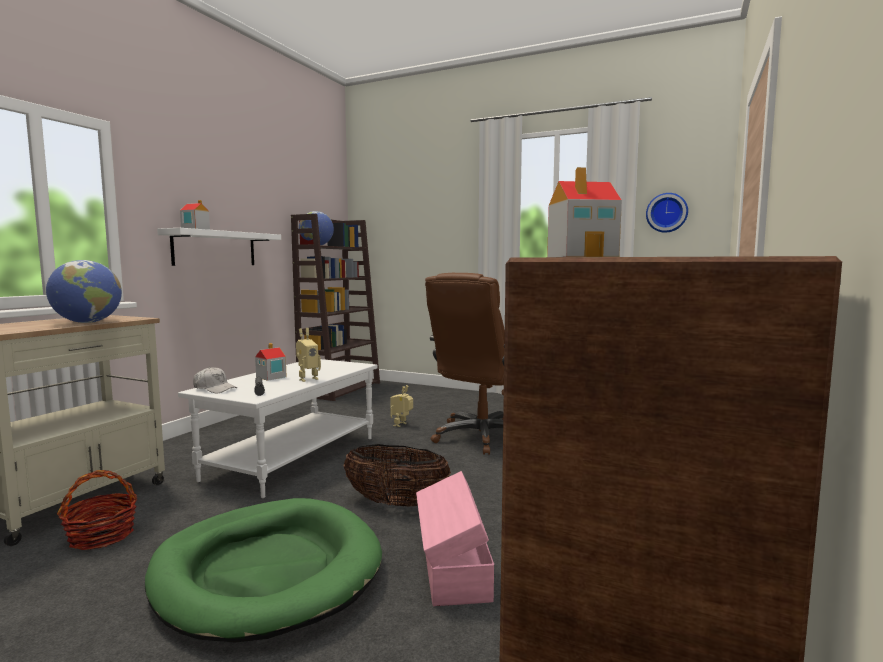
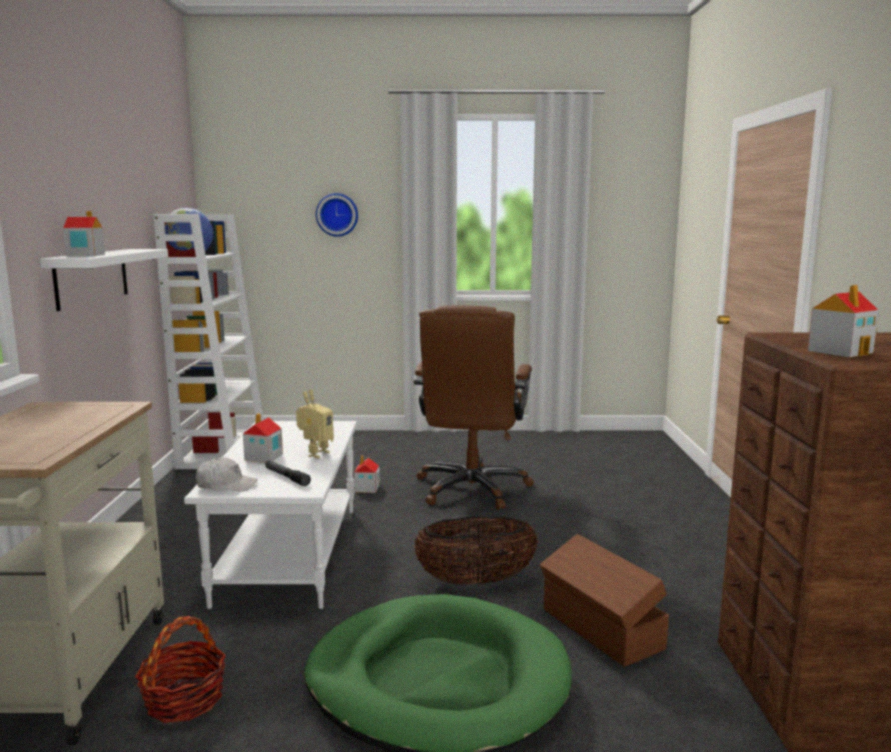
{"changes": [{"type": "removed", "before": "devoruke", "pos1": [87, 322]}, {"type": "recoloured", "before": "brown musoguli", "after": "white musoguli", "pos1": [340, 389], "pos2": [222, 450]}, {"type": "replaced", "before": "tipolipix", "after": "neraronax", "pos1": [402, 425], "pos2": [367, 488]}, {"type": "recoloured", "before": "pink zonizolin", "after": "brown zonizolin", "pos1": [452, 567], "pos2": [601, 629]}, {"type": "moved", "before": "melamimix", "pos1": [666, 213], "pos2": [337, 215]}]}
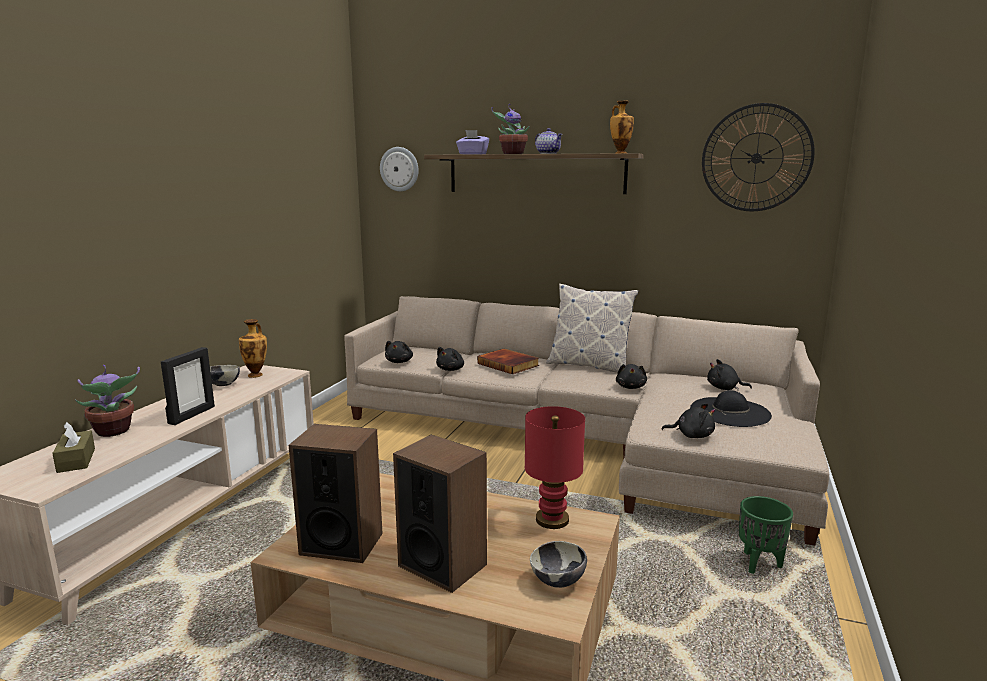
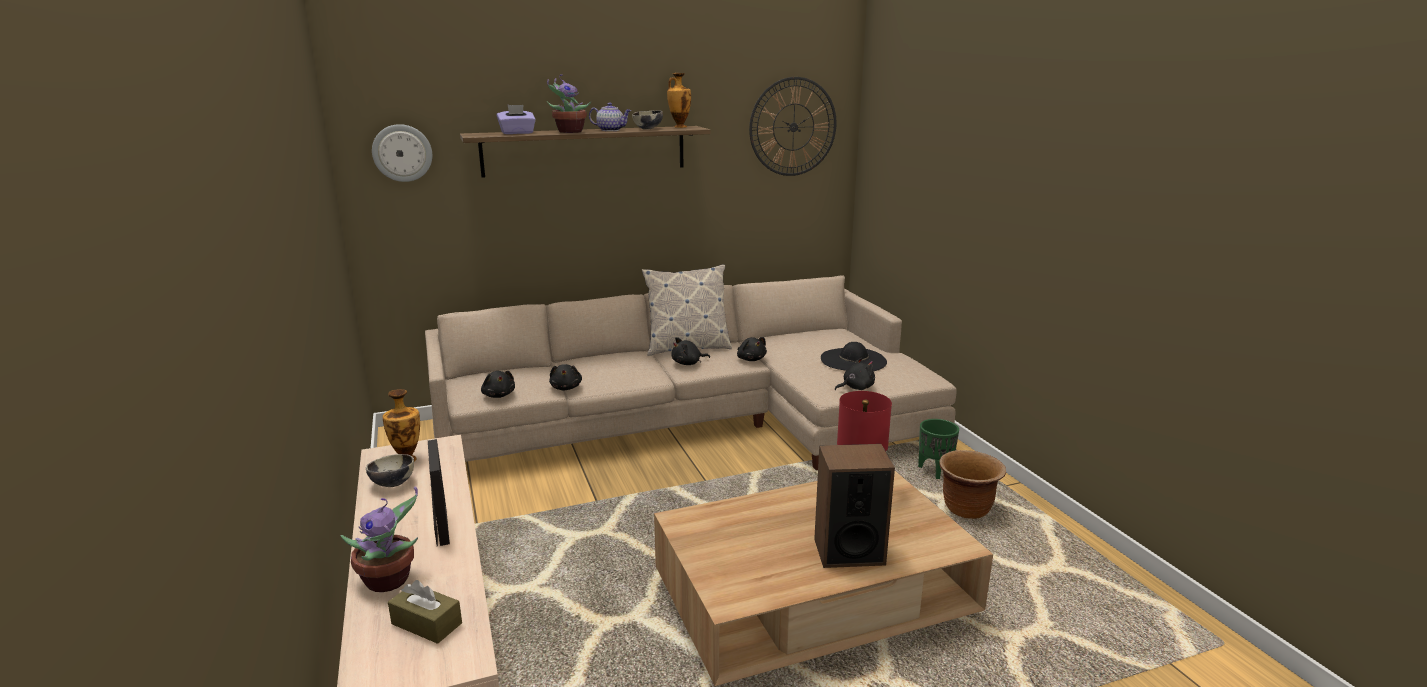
{"changes": [{"type": "removed", "before": "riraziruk", "pos1": [341, 543]}, {"type": "removed", "before": "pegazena", "pos1": [509, 364]}, {"type": "moved", "before": "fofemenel", "pos1": [558, 582], "pos2": [648, 129]}, {"type": "moved", "before": "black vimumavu", "pos1": [724, 388], "pos2": [688, 363]}, {"type": "added", "after": "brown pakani", "pos2": [966, 510]}]}
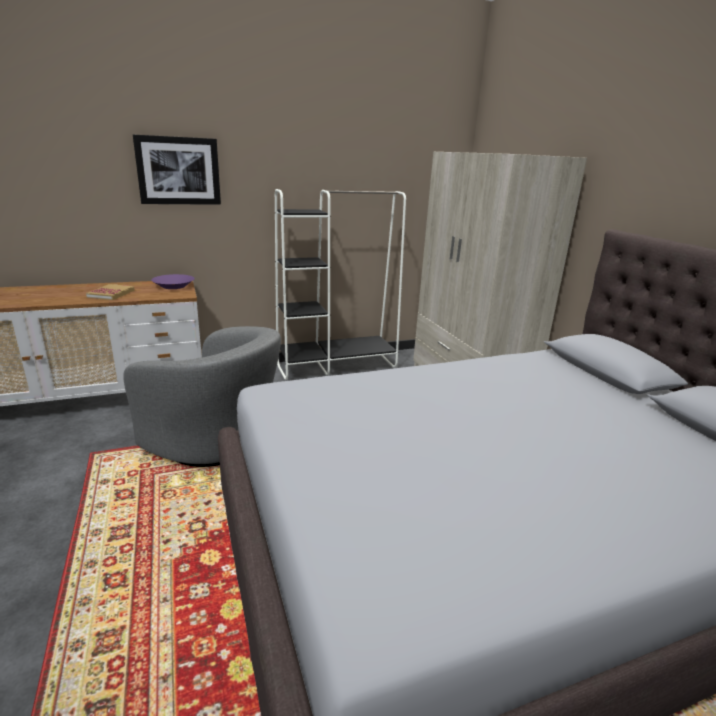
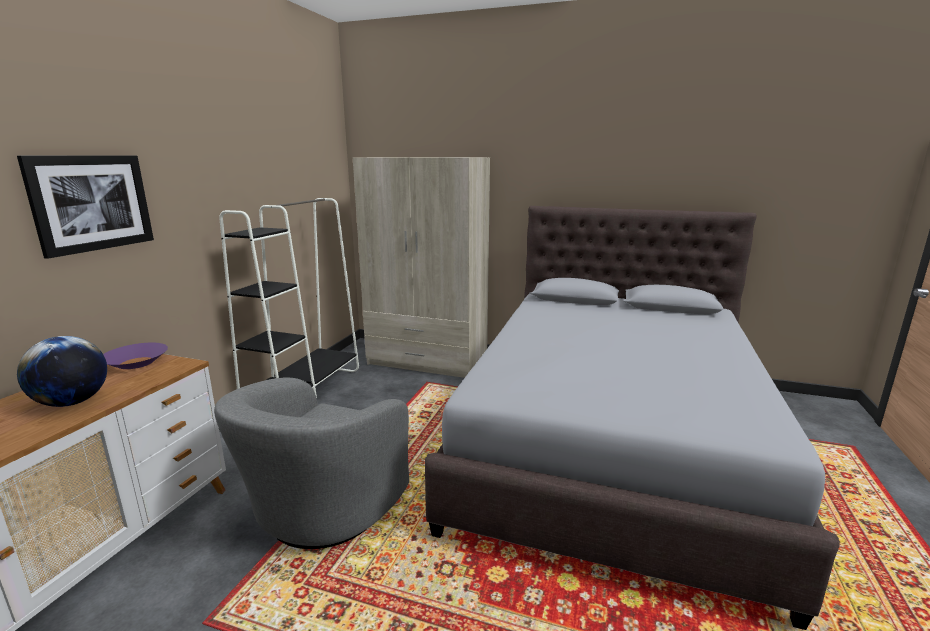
{"changes": [{"type": "replaced", "before": "pegazena", "after": "devoruke", "pos1": [111, 294], "pos2": [72, 402]}, {"type": "turned", "before": "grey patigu", "pos1": [215, 442], "pos2": [324, 511], "turn": 135}]}
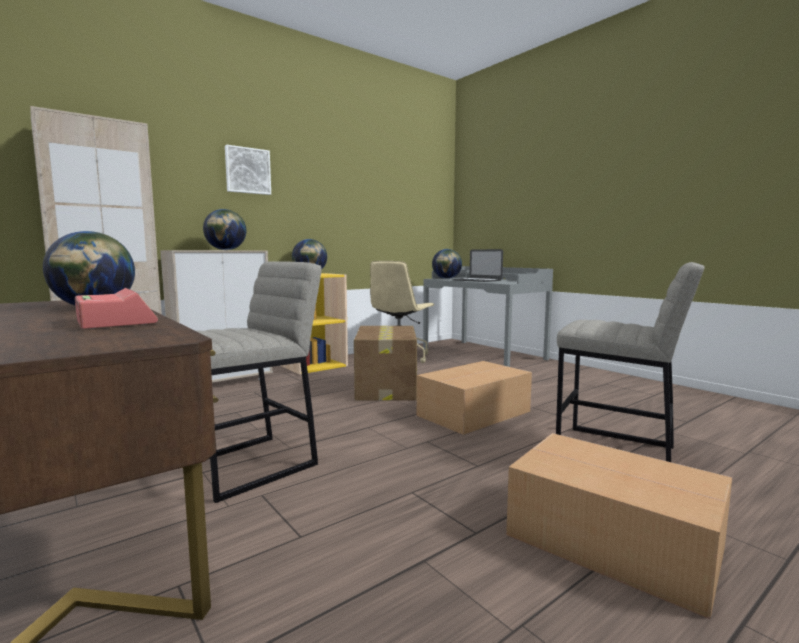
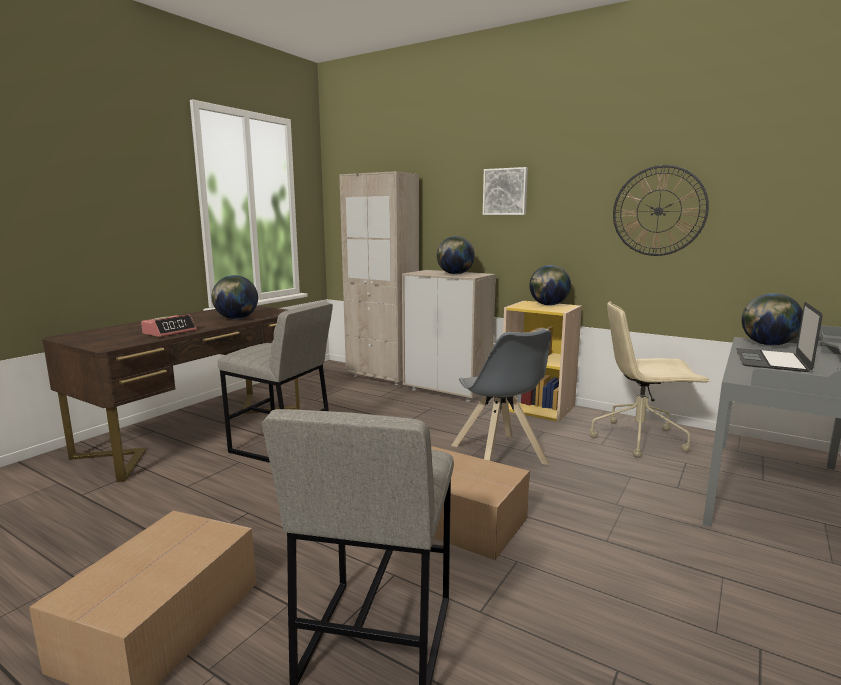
{"changes": [{"type": "replaced", "before": "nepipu", "after": "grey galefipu", "pos1": [386, 388], "pos2": [499, 456]}, {"type": "added", "after": "melamimix", "pos2": [658, 211]}]}
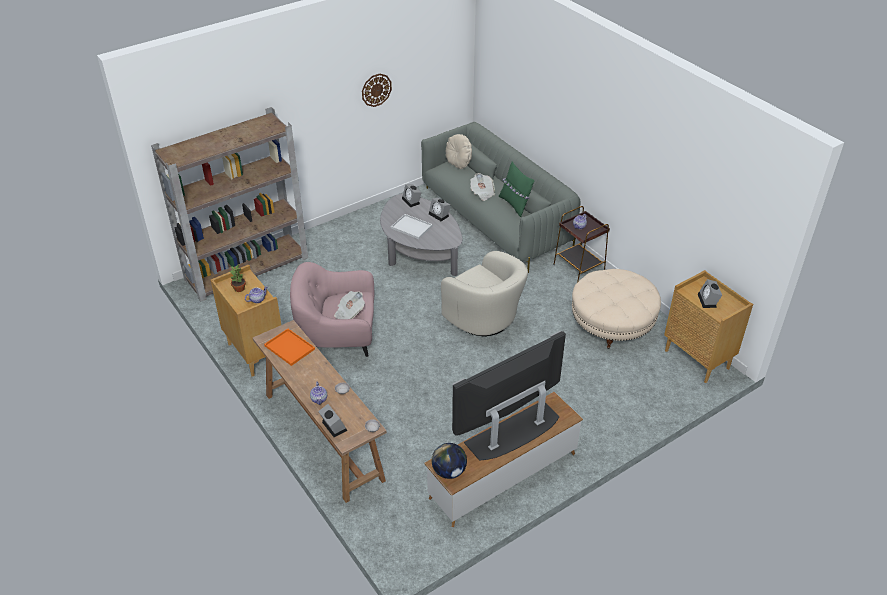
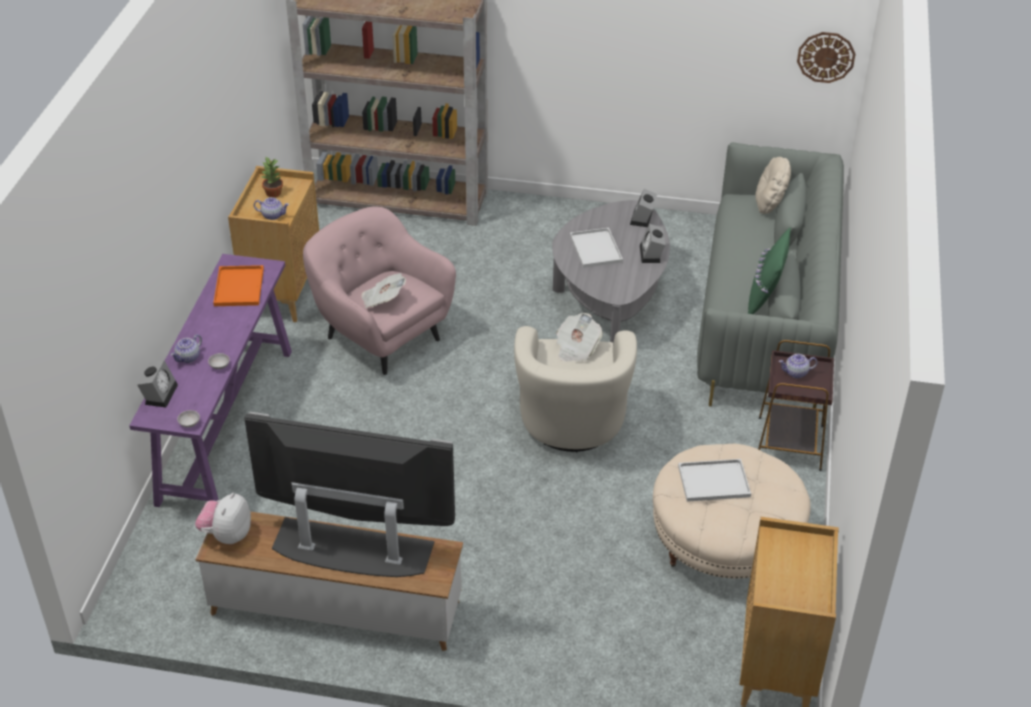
{"changes": [{"type": "recoloured", "before": "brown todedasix", "after": "purple todedasix", "pos1": [322, 435], "pos2": [227, 423]}, {"type": "moved", "before": "melamimix", "pos1": [376, 90], "pos2": [826, 57]}, {"type": "replaced", "before": "devoruke", "after": "vimumavu", "pos1": [449, 471], "pos2": [227, 535]}, {"type": "moved", "before": "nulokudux", "pos1": [482, 193], "pos2": [576, 348]}, {"type": "removed", "before": "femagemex", "pos1": [708, 301]}, {"type": "added", "after": "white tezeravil", "pos2": [712, 482]}]}
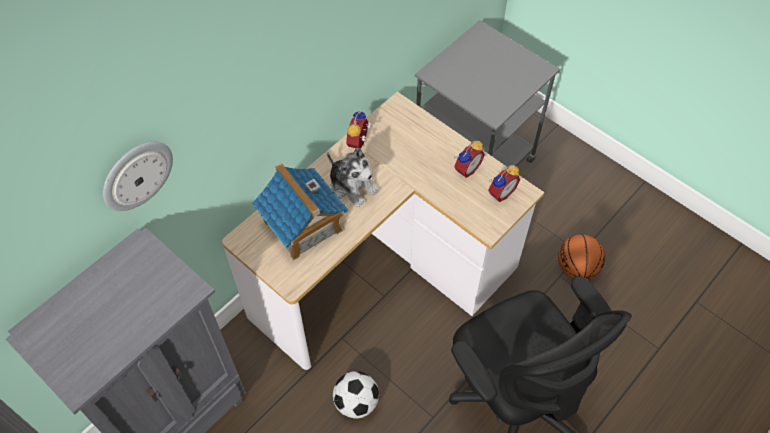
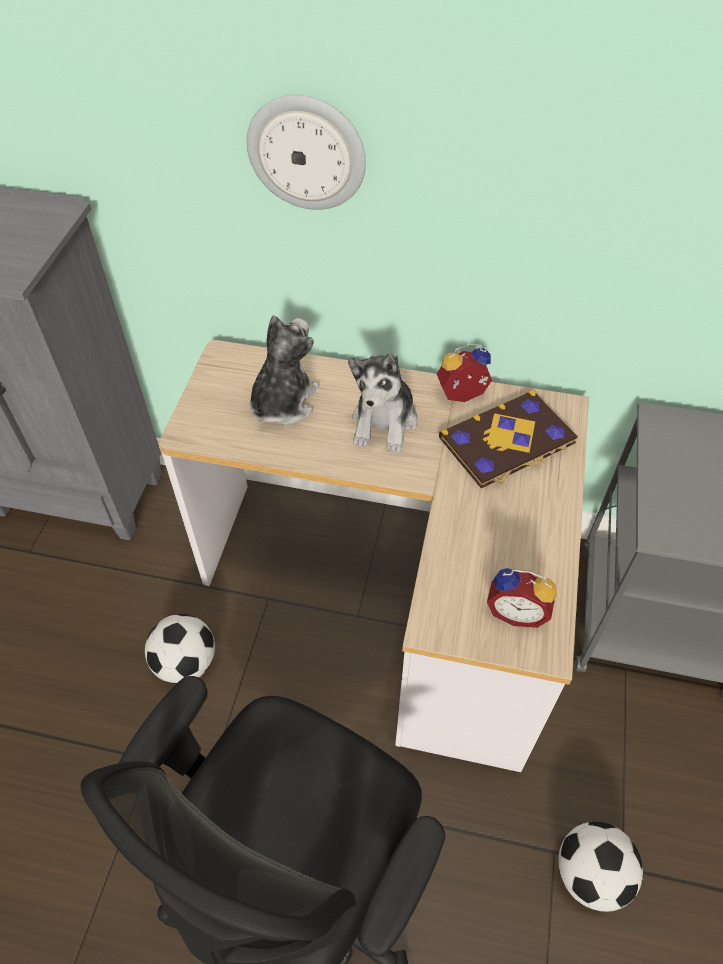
{"changes": [{"type": "moved", "before": "melamimix", "pos1": [136, 174], "pos2": [307, 153]}, {"type": "replaced", "before": "neraronax", "after": "vimumavu", "pos1": [303, 226], "pos2": [283, 402]}, {"type": "removed", "before": "femagemex", "pos1": [466, 168]}, {"type": "replaced", "before": "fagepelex", "after": "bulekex", "pos1": [577, 268], "pos2": [590, 874]}, {"type": "added", "after": "pegazena", "pos2": [508, 442]}]}
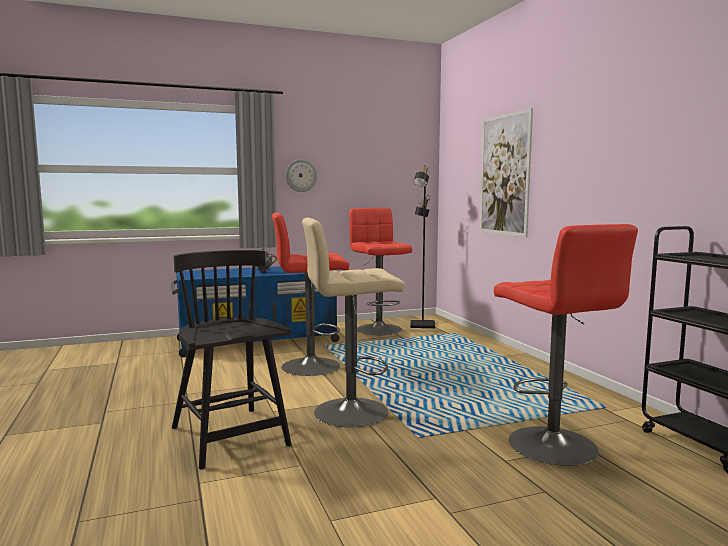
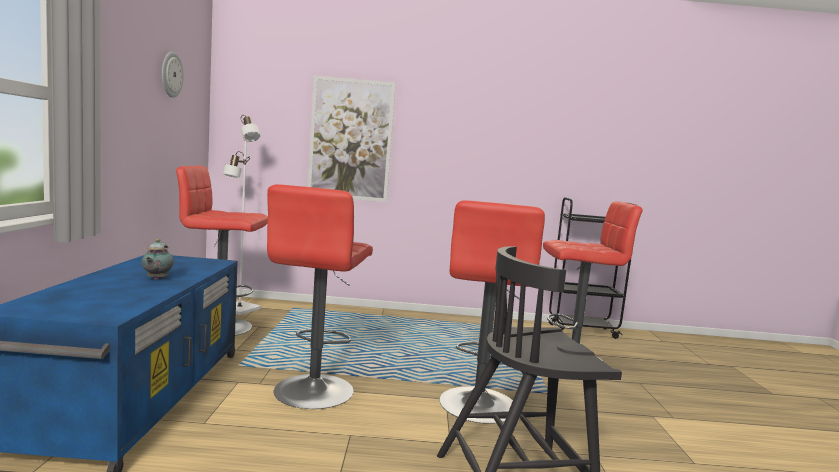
{"changes": [{"type": "moved", "before": "melamimix", "pos1": [301, 175], "pos2": [171, 74]}, {"type": "recoloured", "before": "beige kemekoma", "after": "red kemekoma", "pos1": [350, 412], "pos2": [477, 405]}, {"type": "recoloured", "before": "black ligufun", "after": "white ligufun", "pos1": [422, 325], "pos2": [239, 309]}]}
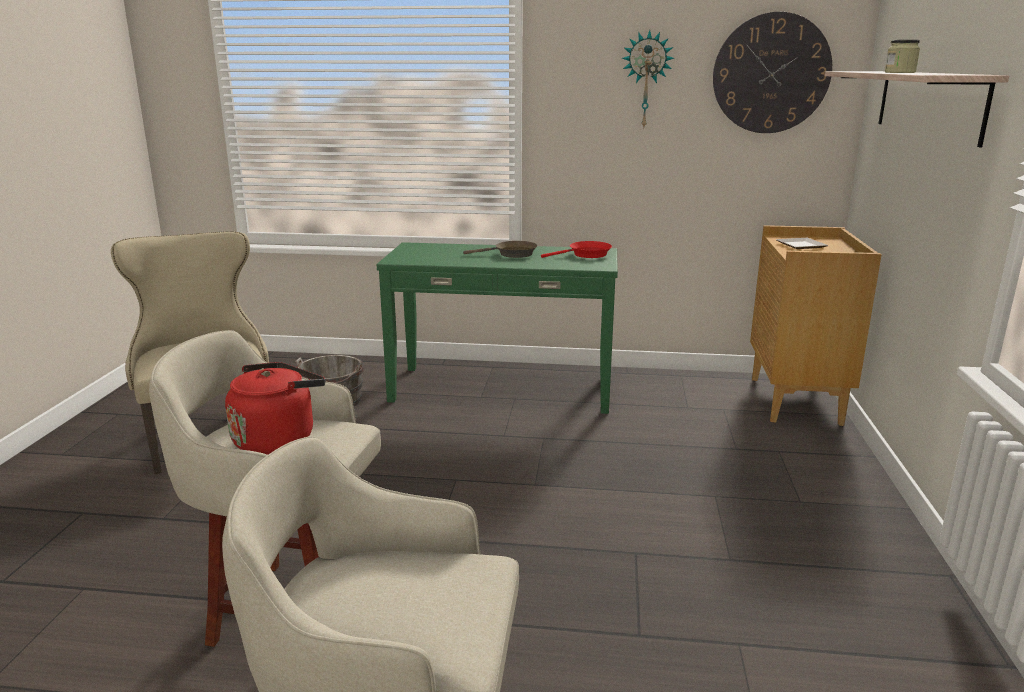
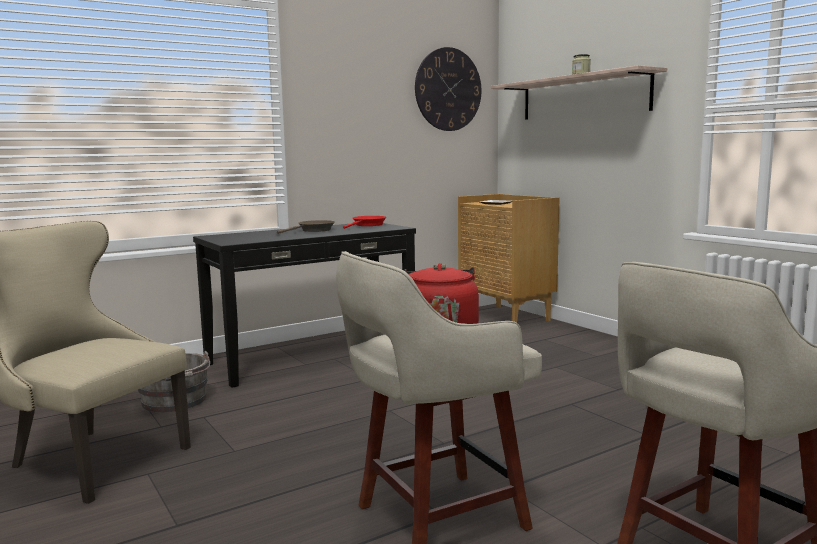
{"changes": [{"type": "recoloured", "before": "green todedasix", "after": "black todedasix", "pos1": [502, 389], "pos2": [312, 356]}, {"type": "removed", "before": "melamimix", "pos1": [646, 80]}]}
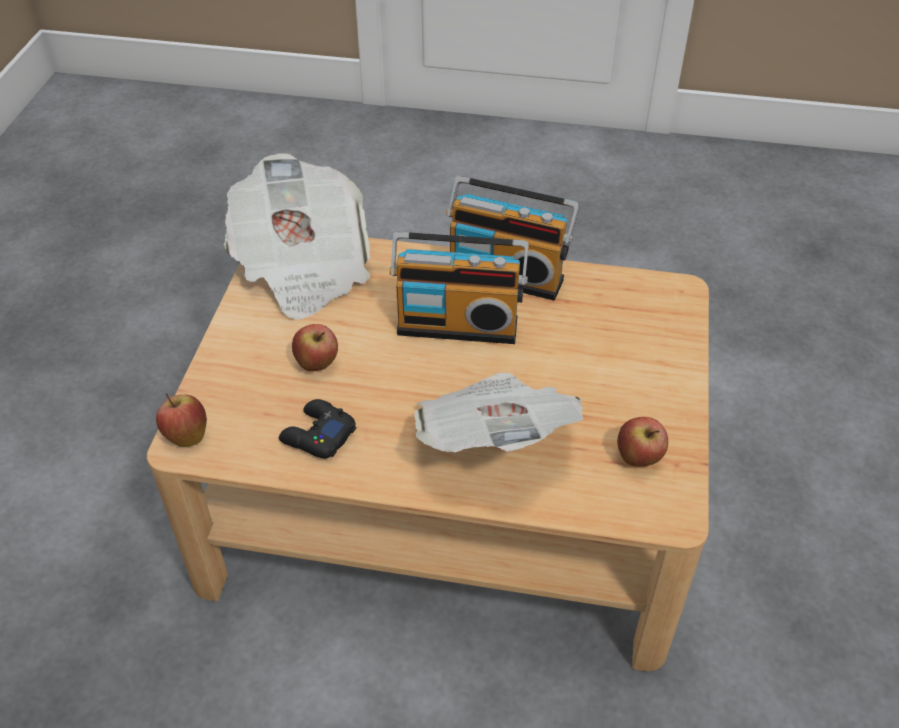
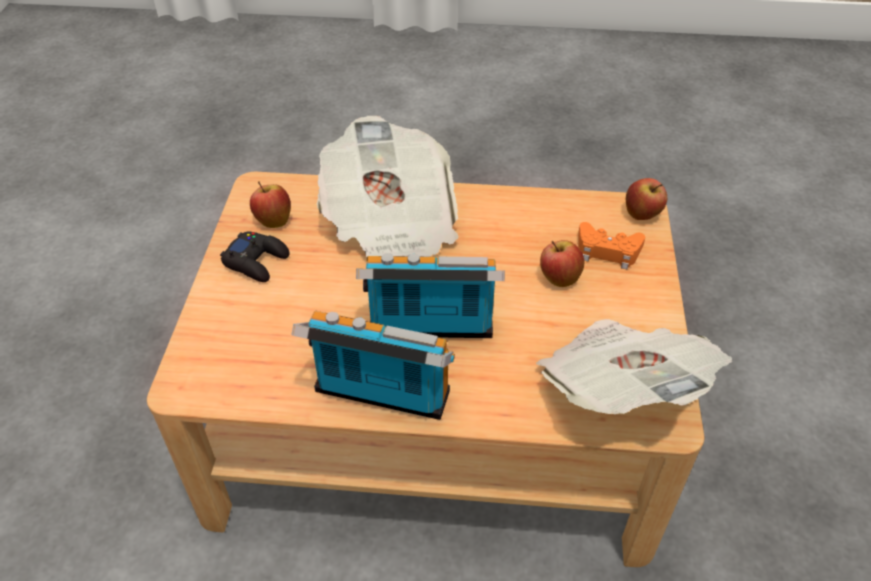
{"changes": [{"type": "moved", "before": "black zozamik", "pos1": [317, 435], "pos2": [257, 261]}, {"type": "added", "after": "orange zozamik", "pos2": [607, 251]}]}
